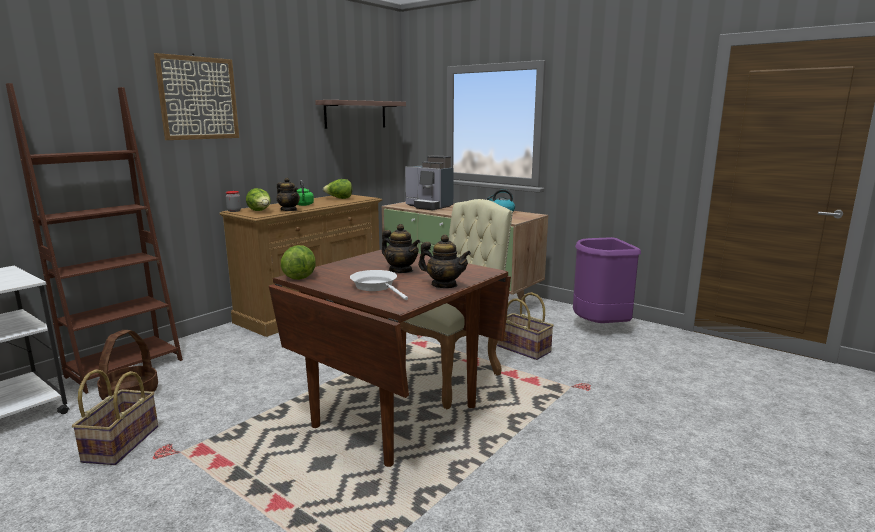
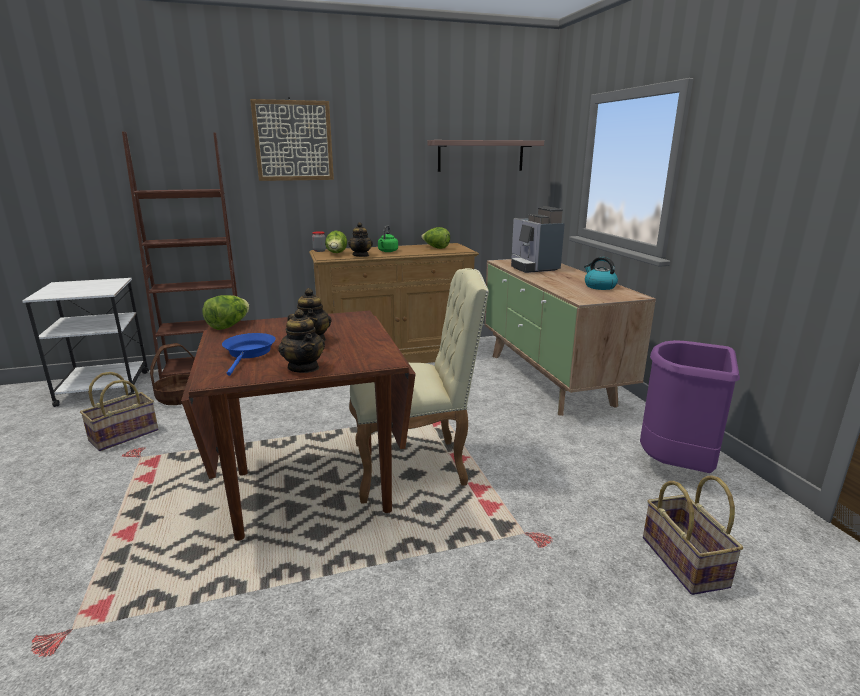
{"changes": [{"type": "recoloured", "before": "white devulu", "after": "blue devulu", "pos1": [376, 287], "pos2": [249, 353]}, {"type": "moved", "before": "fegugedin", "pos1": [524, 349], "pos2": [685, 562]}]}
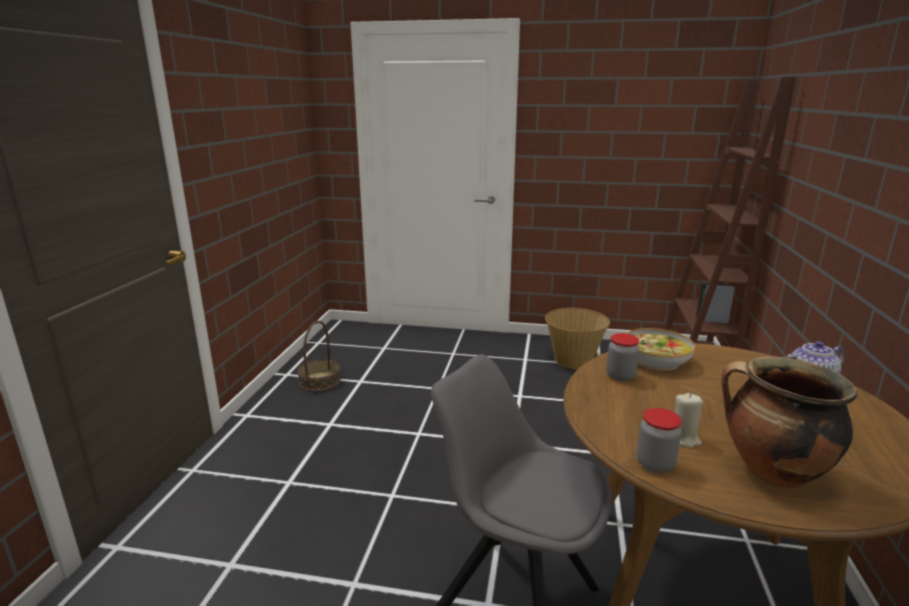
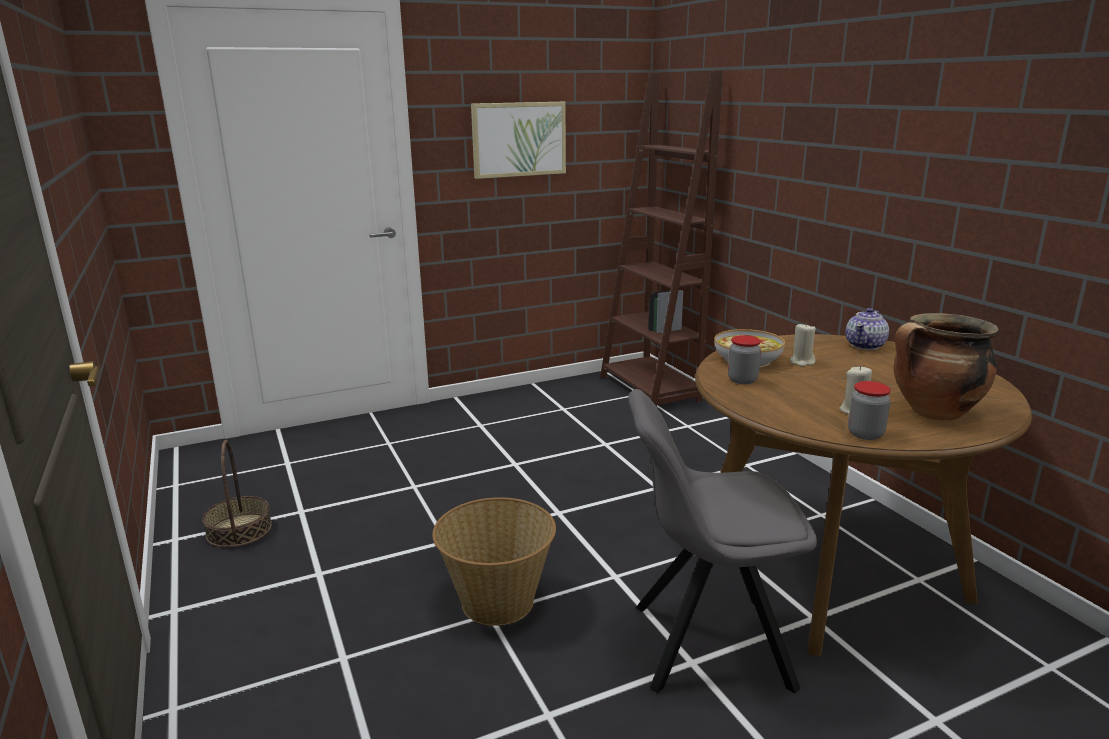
{"changes": [{"type": "moved", "before": "fegugedin", "pos1": [573, 360], "pos2": [497, 601]}, {"type": "added", "after": "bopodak", "pos2": [519, 139]}, {"type": "added", "after": "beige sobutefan", "pos2": [802, 362]}]}
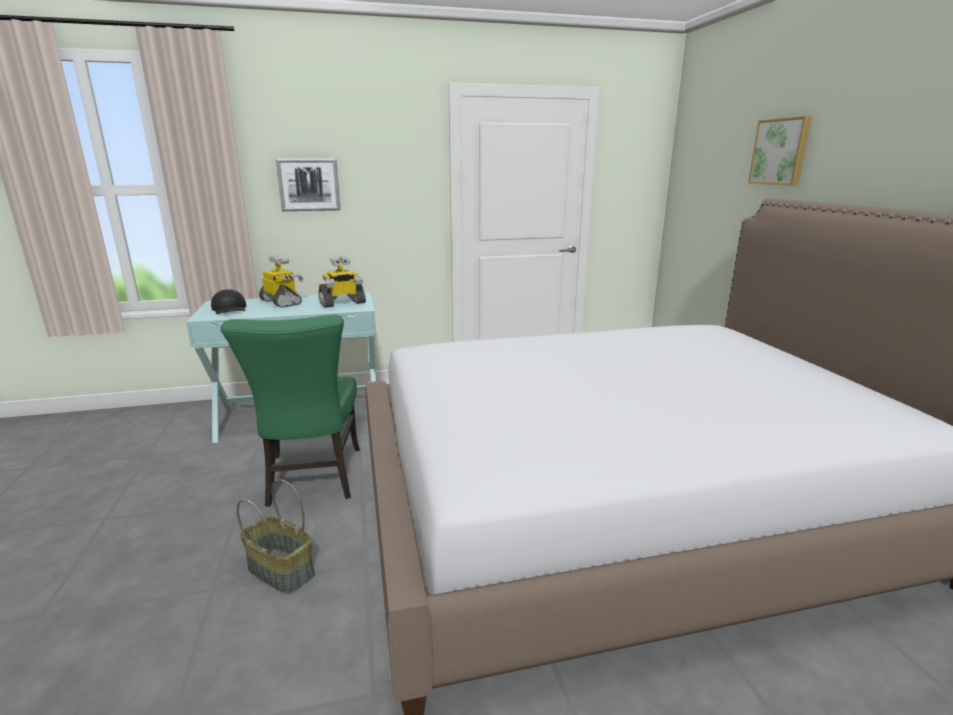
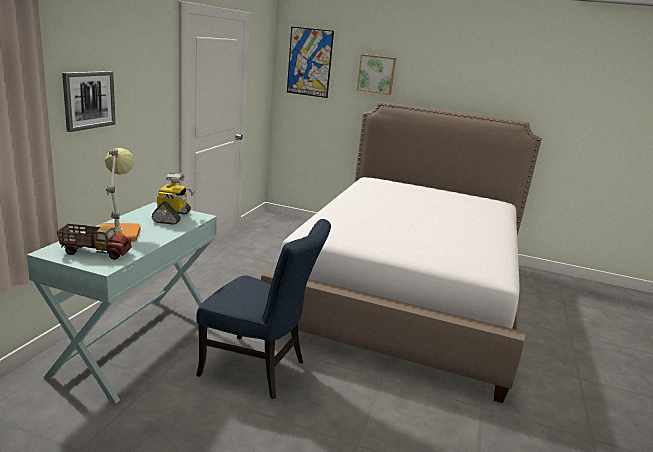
{"changes": [{"type": "replaced", "before": "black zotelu", "after": "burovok", "pos1": [230, 309], "pos2": [96, 252]}, {"type": "recoloured", "before": "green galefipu", "after": "blue galefipu", "pos1": [312, 479], "pos2": [259, 369]}, {"type": "removed", "before": "fegugedin", "pos1": [282, 570]}, {"type": "replaced", "before": "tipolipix", "after": "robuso", "pos1": [282, 302], "pos2": [118, 231]}, {"type": "added", "after": "bopodak", "pos2": [309, 62]}]}
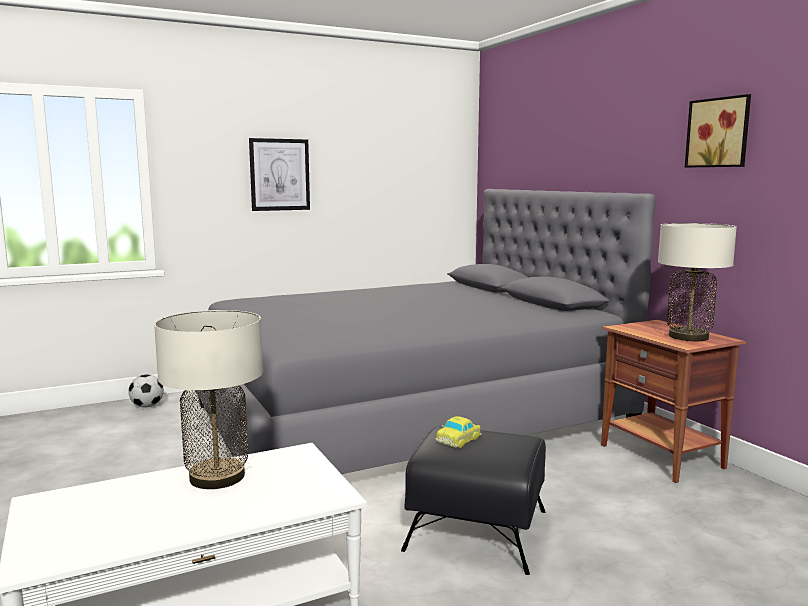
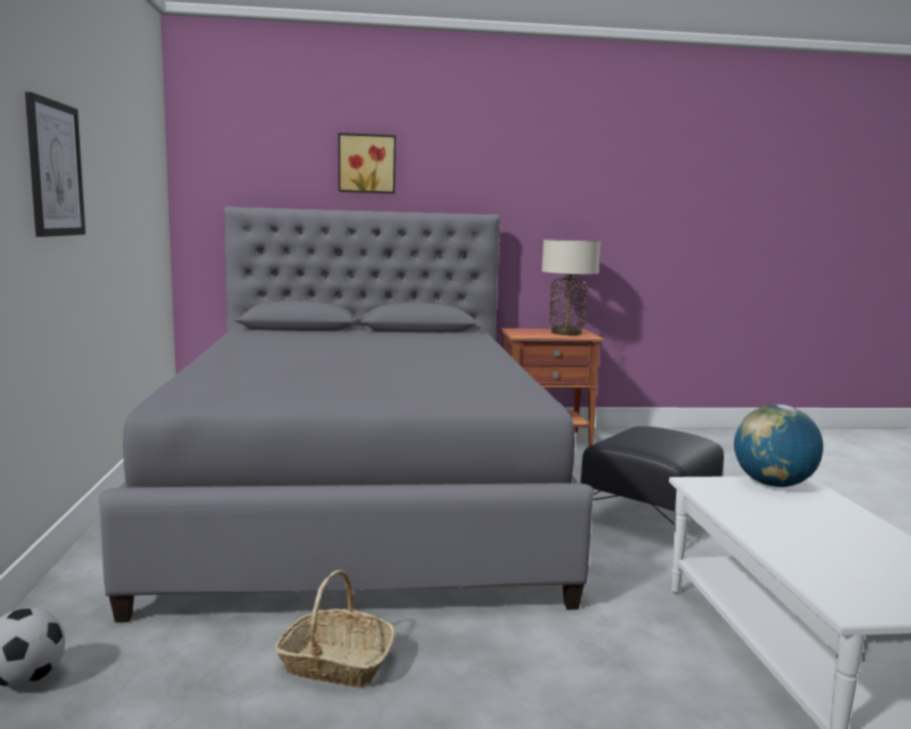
{"changes": [{"type": "removed", "before": "robuso", "pos1": [217, 477]}, {"type": "removed", "before": "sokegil", "pos1": [459, 439]}, {"type": "moved", "before": "bopodak", "pos1": [719, 132], "pos2": [367, 164]}, {"type": "added", "after": "fegugedin", "pos2": [335, 664]}, {"type": "added", "after": "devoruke", "pos2": [773, 484]}]}
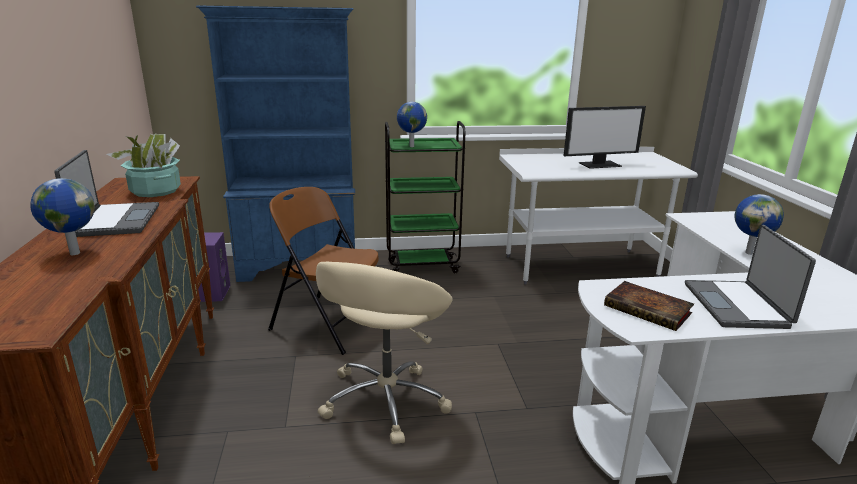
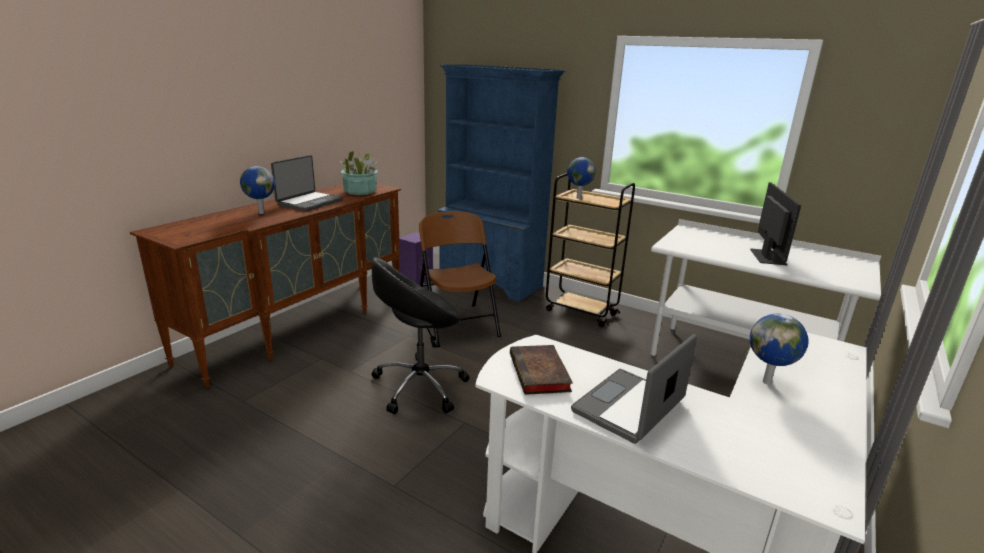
{"changes": [{"type": "recoloured", "before": "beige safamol", "after": "black safamol", "pos1": [384, 403], "pos2": [417, 387]}, {"type": "recoloured", "before": "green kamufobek", "after": "brown kamufobek", "pos1": [423, 266], "pos2": [582, 312]}, {"type": "turned", "before": "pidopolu", "pos1": [600, 164], "pos2": [766, 256], "turn": -105}]}
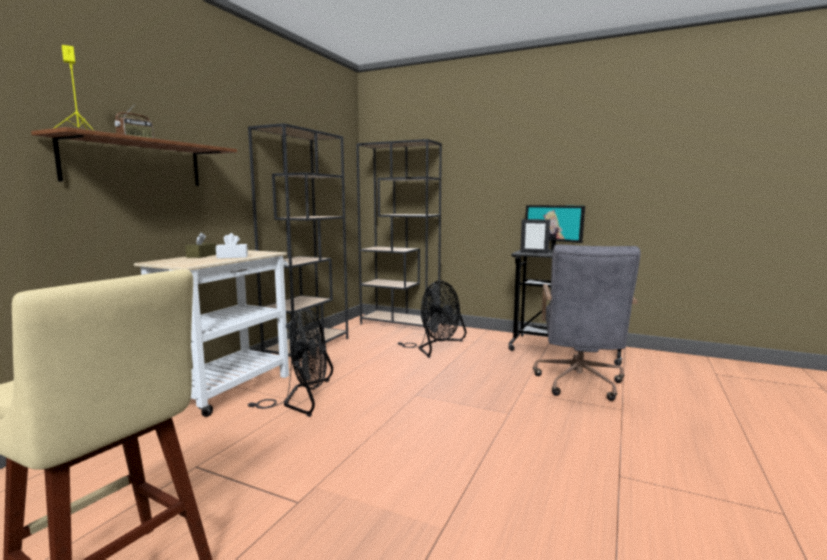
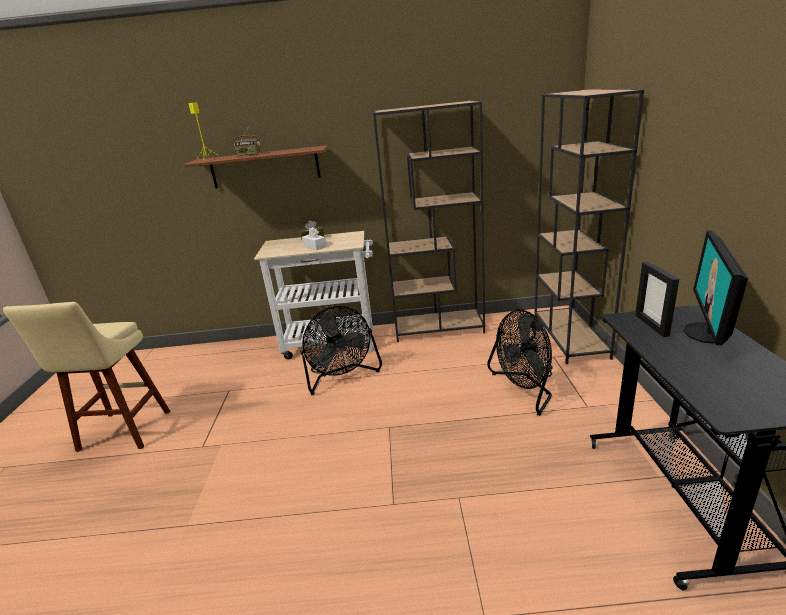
{"changes": [{"type": "turned", "before": "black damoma", "pos1": [434, 347], "pos2": [526, 387], "turn": 60}, {"type": "removed", "before": "grey safamol", "pos1": [579, 386]}]}
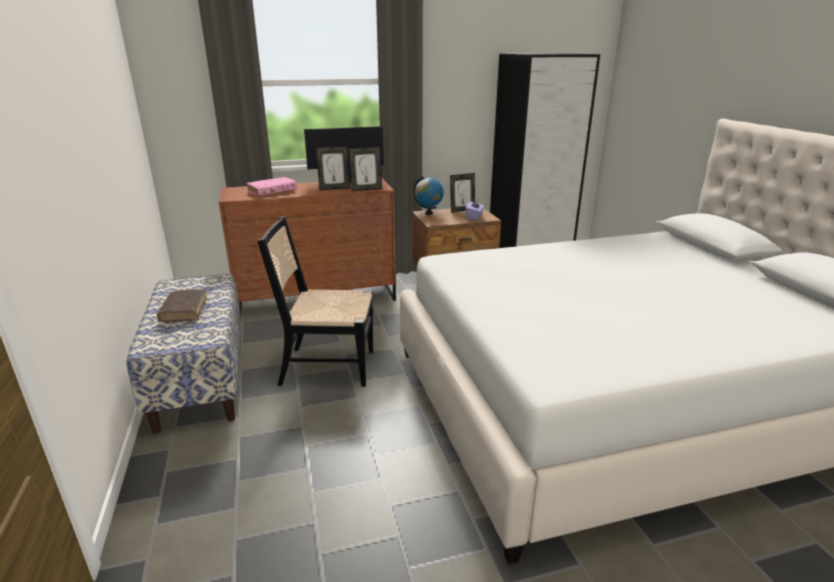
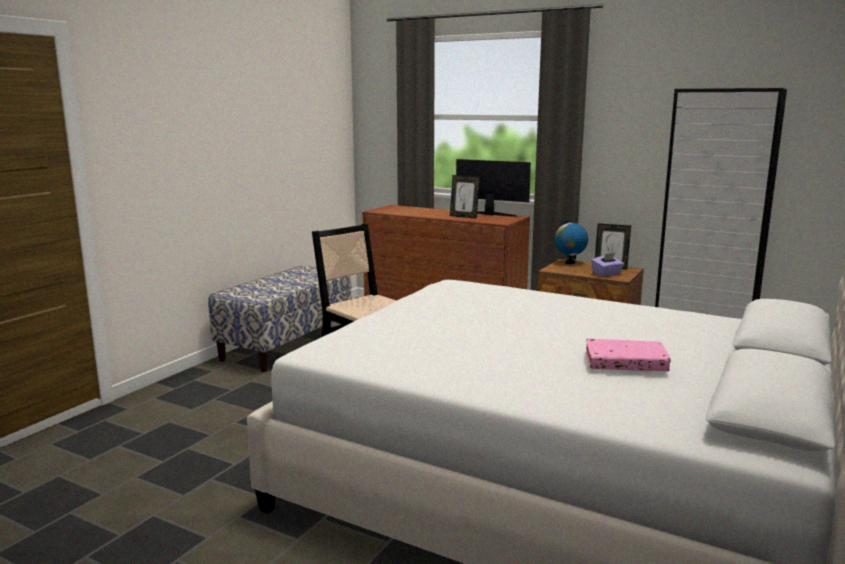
{"changes": [{"type": "removed", "before": "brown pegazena", "pos1": [184, 311]}, {"type": "moved", "before": "pink pegazena", "pos1": [272, 191], "pos2": [625, 364]}, {"type": "removed", "before": "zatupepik", "pos1": [366, 189]}]}
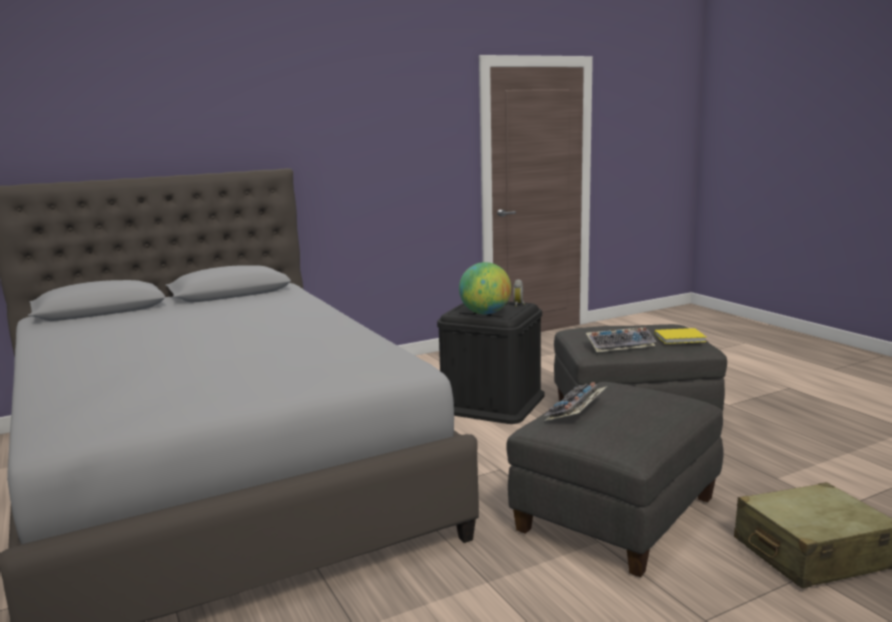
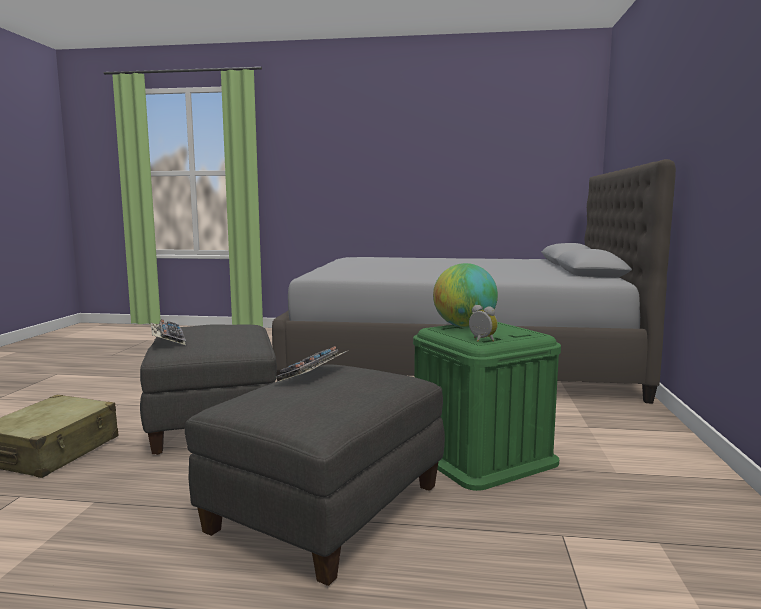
{"changes": [{"type": "recoloured", "before": "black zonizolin", "after": "green zonizolin", "pos1": [491, 402], "pos2": [481, 455]}, {"type": "moved", "before": "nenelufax", "pos1": [576, 411], "pos2": [167, 339]}, {"type": "removed", "before": "yellow pegazena", "pos1": [681, 338]}]}
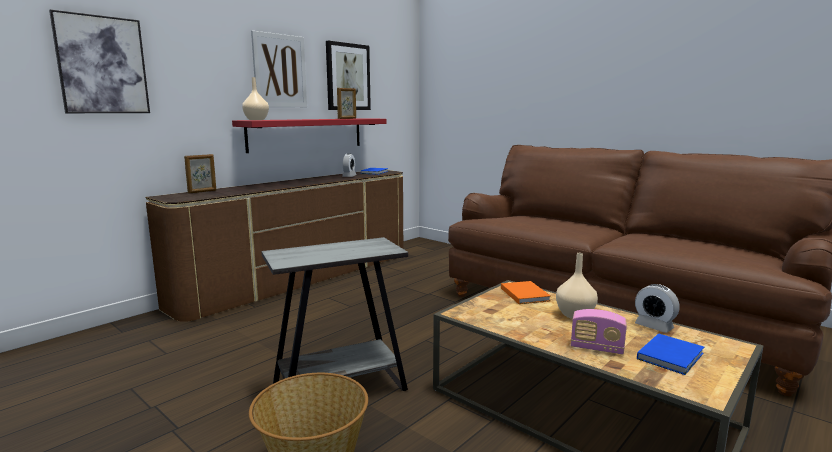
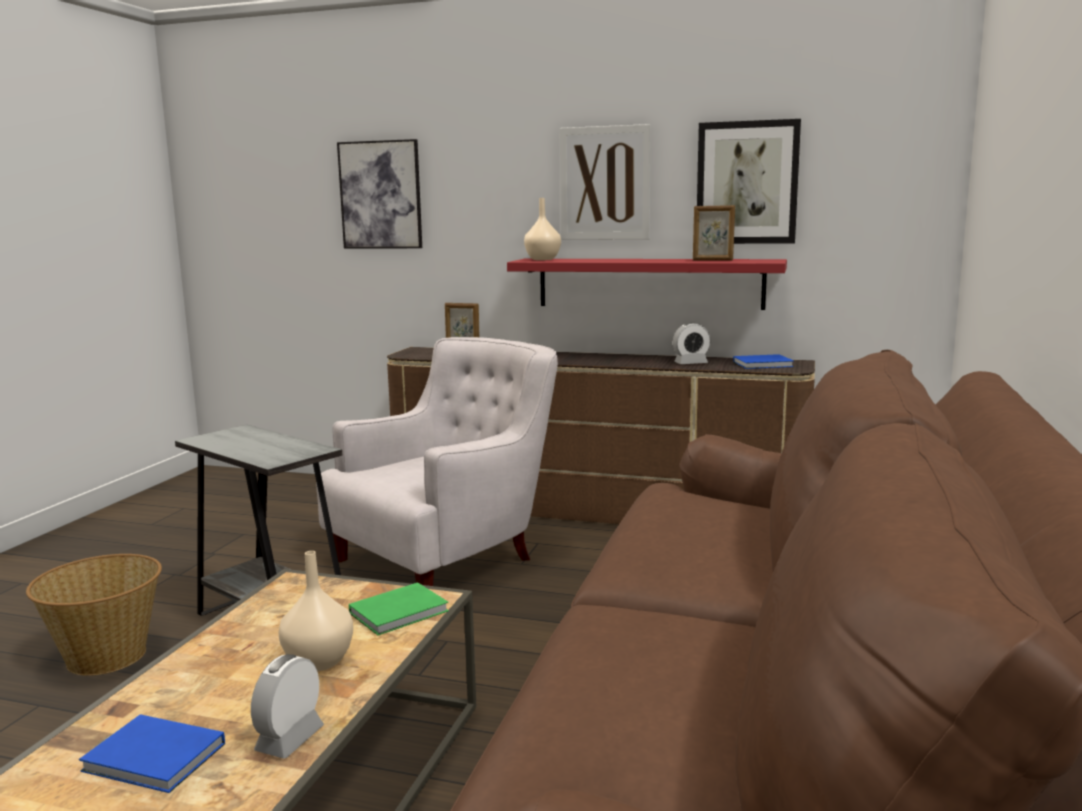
{"changes": [{"type": "recoloured", "before": "orange pegazena", "after": "green pegazena", "pos1": [525, 294], "pos2": [401, 612]}, {"type": "removed", "before": "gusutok", "pos1": [596, 348]}, {"type": "added", "after": "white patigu", "pos2": [449, 556]}]}
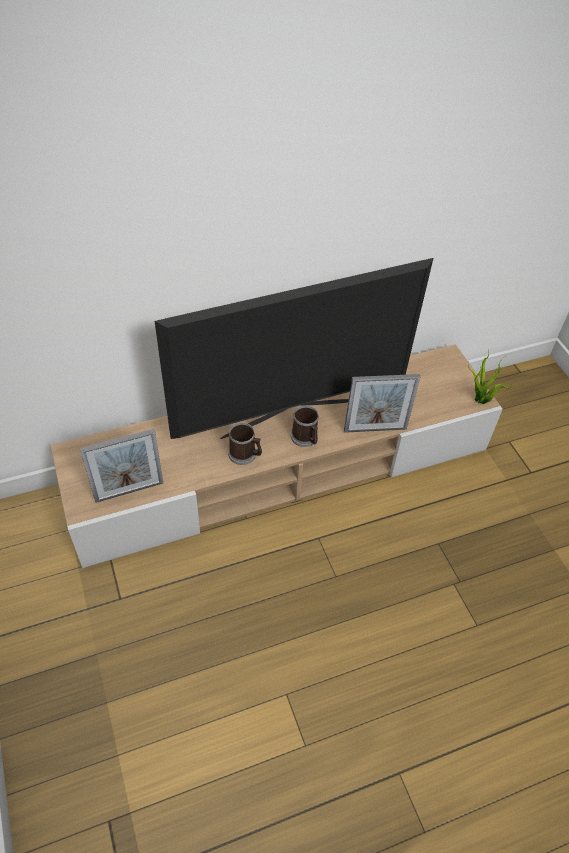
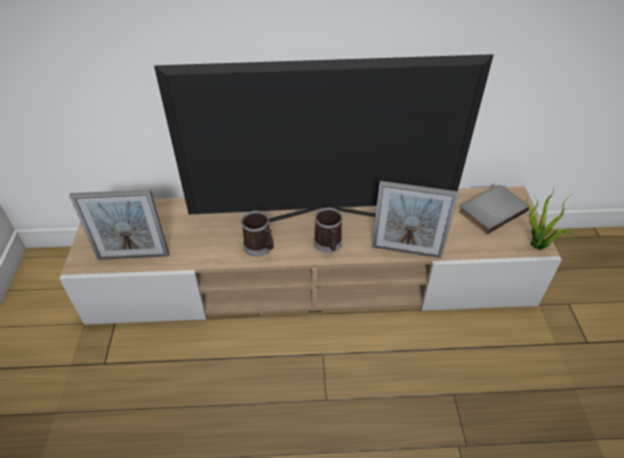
{"changes": [{"type": "added", "after": "grey pegazena", "pos2": [491, 209]}]}
